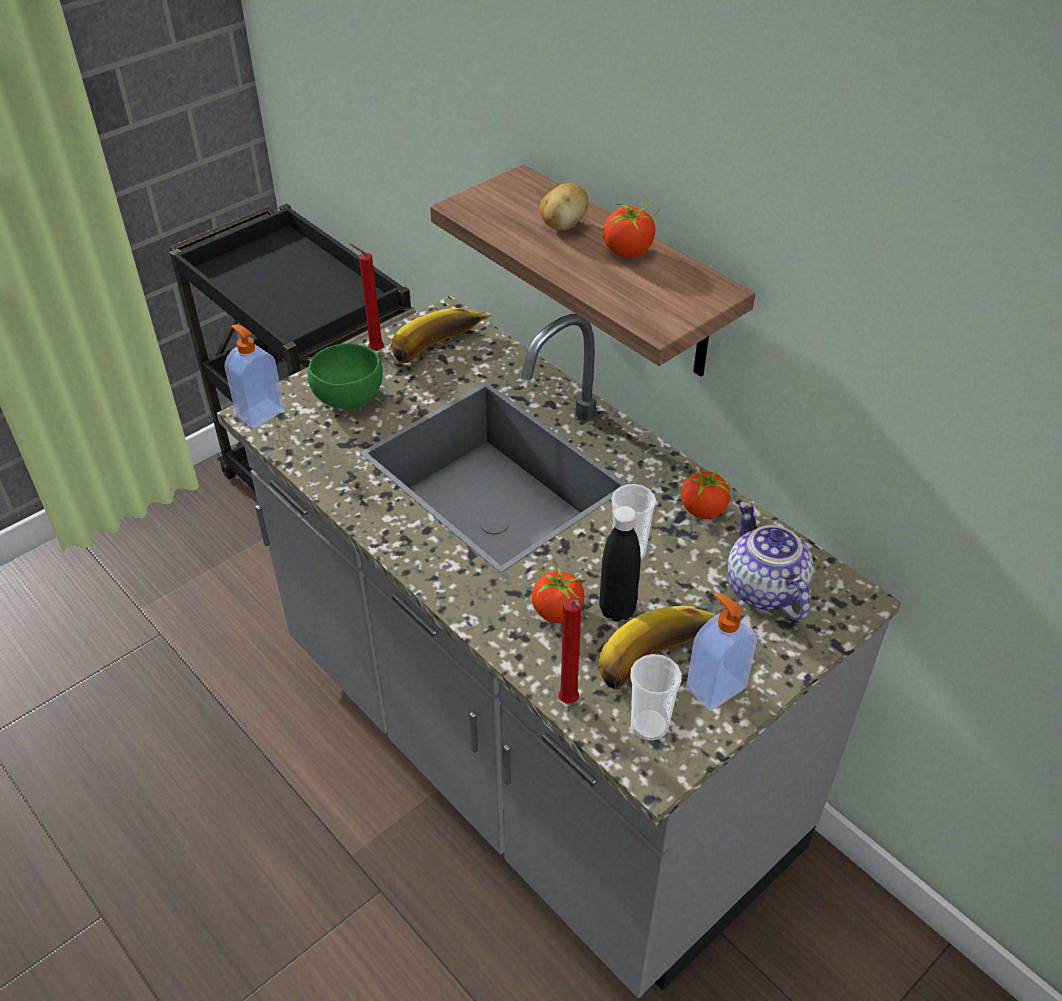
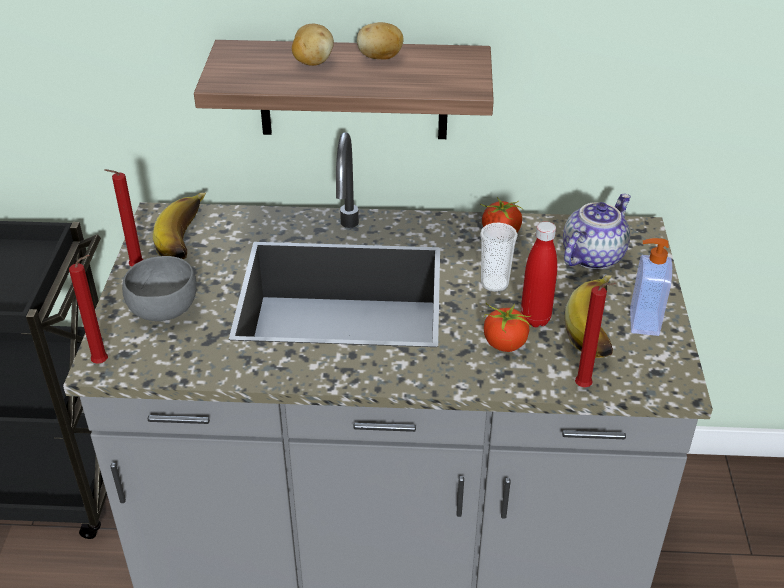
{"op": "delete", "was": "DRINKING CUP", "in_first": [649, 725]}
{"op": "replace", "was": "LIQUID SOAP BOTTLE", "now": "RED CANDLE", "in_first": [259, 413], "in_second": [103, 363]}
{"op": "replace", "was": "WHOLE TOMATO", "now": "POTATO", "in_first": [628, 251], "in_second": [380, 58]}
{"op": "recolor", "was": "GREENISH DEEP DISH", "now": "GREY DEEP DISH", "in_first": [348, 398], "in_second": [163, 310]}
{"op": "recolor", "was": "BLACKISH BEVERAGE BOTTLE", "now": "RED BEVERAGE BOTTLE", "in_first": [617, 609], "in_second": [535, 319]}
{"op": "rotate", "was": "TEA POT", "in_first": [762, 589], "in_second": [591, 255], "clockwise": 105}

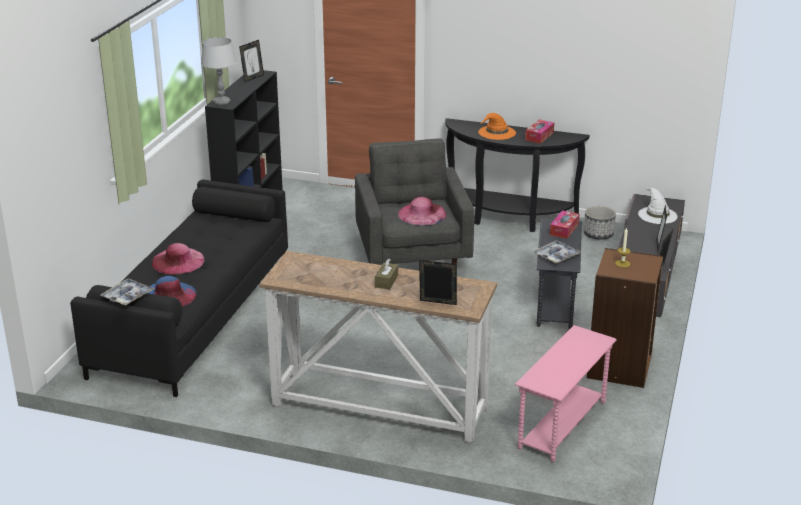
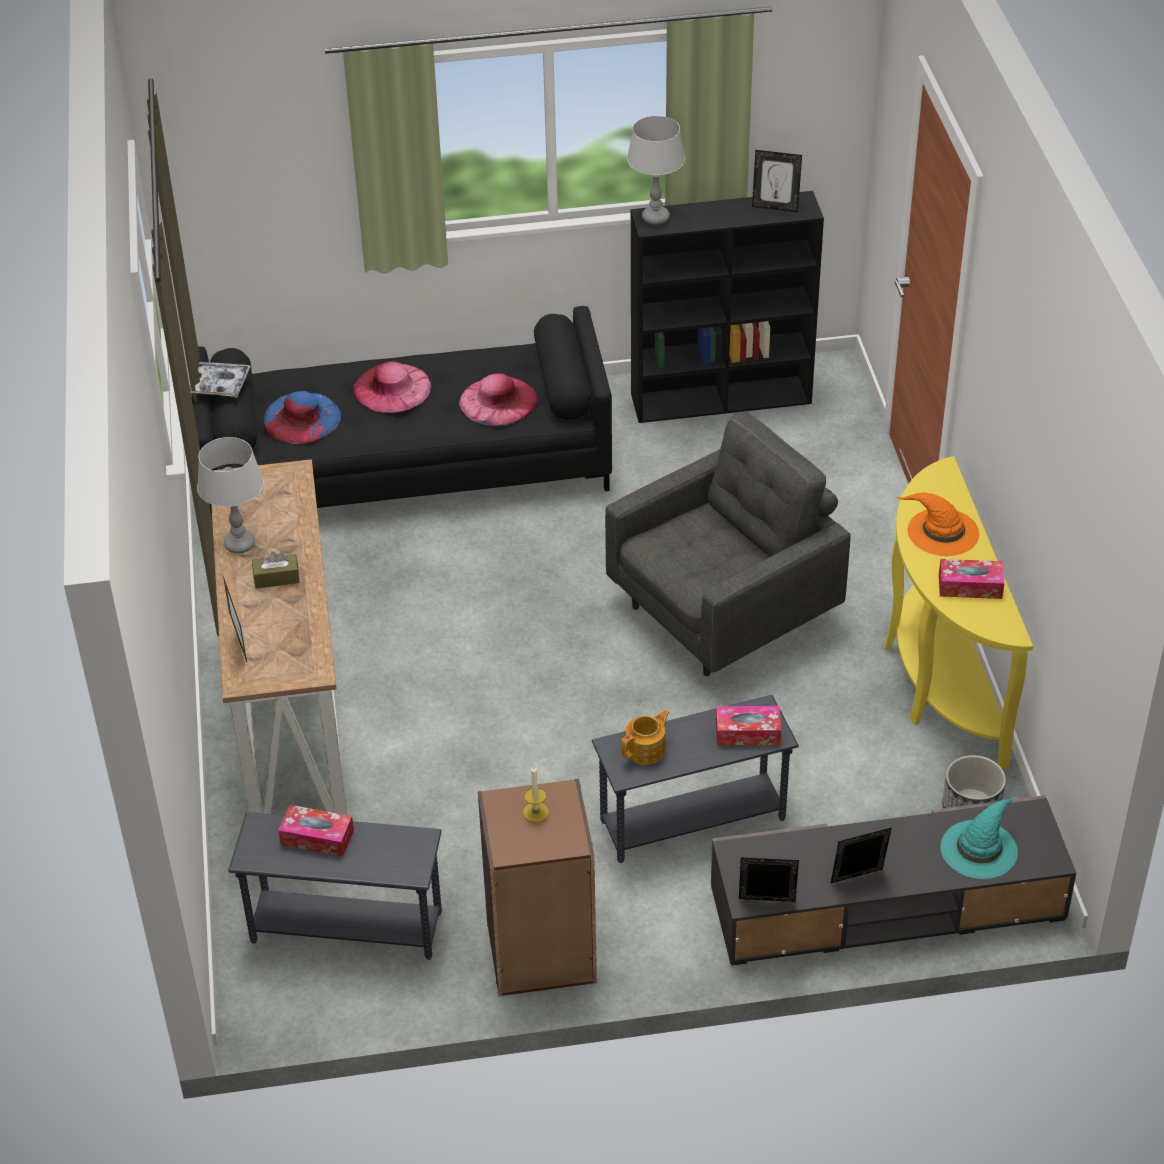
{"op": "insert", "now": "GREY TABLE LAMP", "in_second": [240, 544]}
{"op": "insert", "now": "TISSUE BOX", "in_second": [317, 837]}
{"op": "move", "was": "PINKISH HAT", "in_first": [422, 214], "in_second": [498, 401]}
{"op": "replace", "was": "CARRYING TRAY", "now": "TEA POT", "in_first": [556, 256], "in_second": [646, 750]}
{"op": "recolor", "was": "BLACKISH HALL TABLE", "now": "YELLOW-COLOURED HALL TABLE", "in_first": [508, 218], "in_second": [938, 678]}
{"op": "recolor", "was": "PINKISH ACCENT TABLE", "now": "GREY ACCENT TABLE", "in_first": [561, 425], "in_second": [346, 926]}
{"op": "recolor", "was": "WHITISH HAT", "now": "BLUE-GREEN HAT", "in_first": [657, 215], "in_second": [979, 848]}

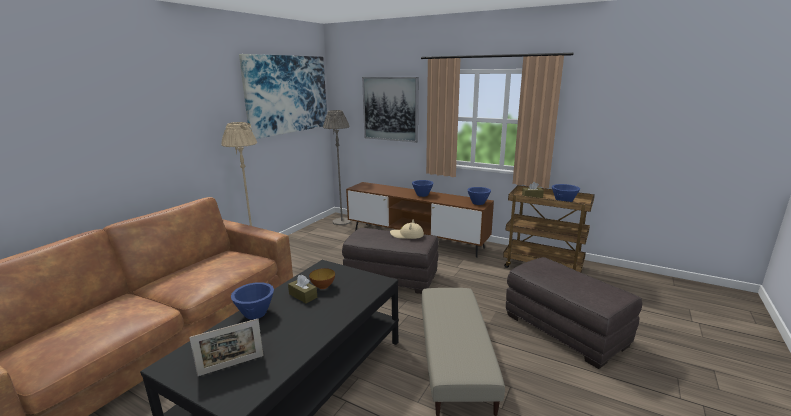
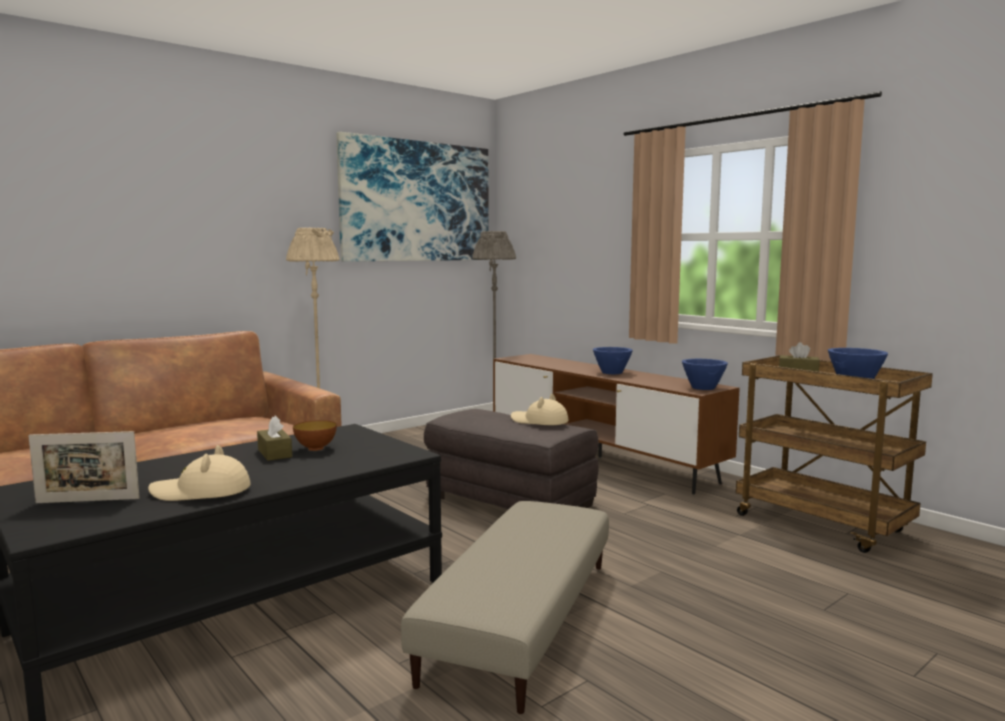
{"op": "delete", "was": "BLUE DEEP DISH", "in_first": [256, 313]}
{"op": "delete", "was": "WALL PICTURE", "in_first": [390, 109]}
{"op": "delete", "was": "GREY FOOTREST", "in_first": [565, 330]}
{"op": "insert", "now": "BEIGE-COLOURED HAT", "in_second": [201, 492]}

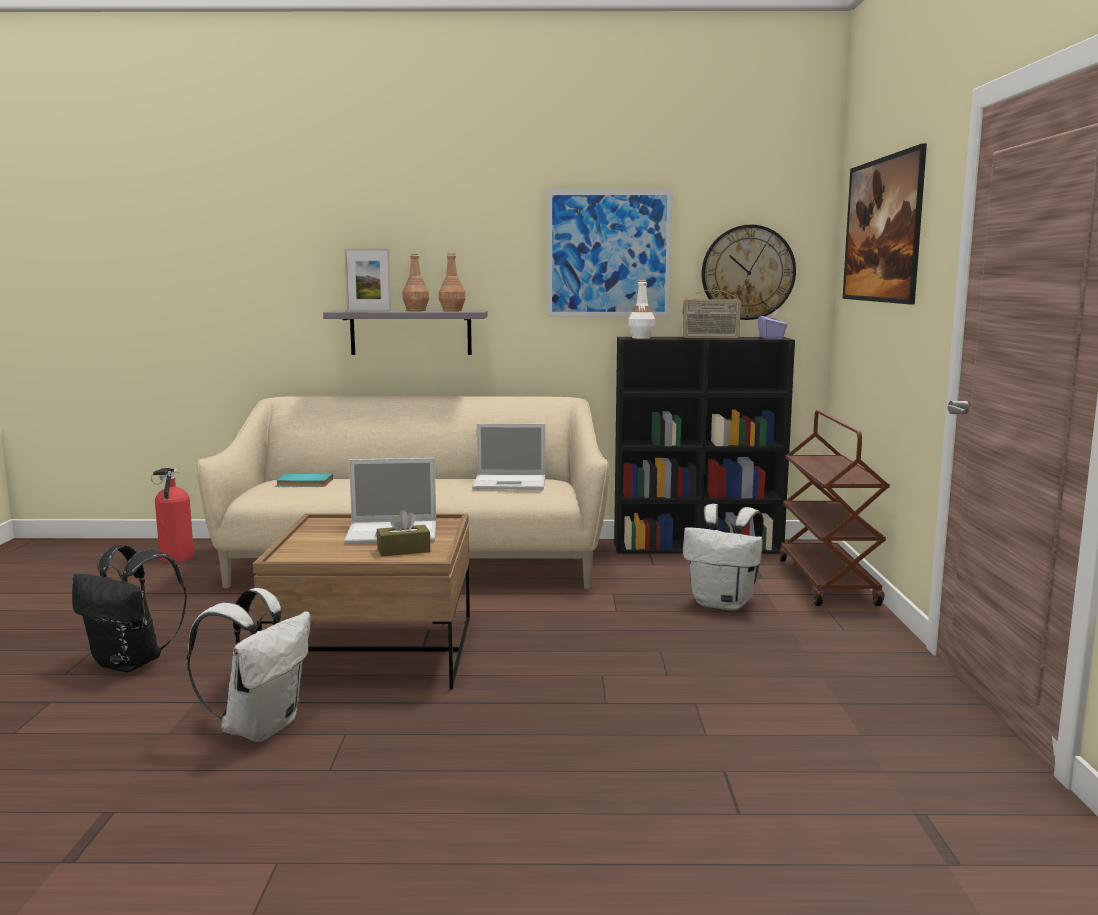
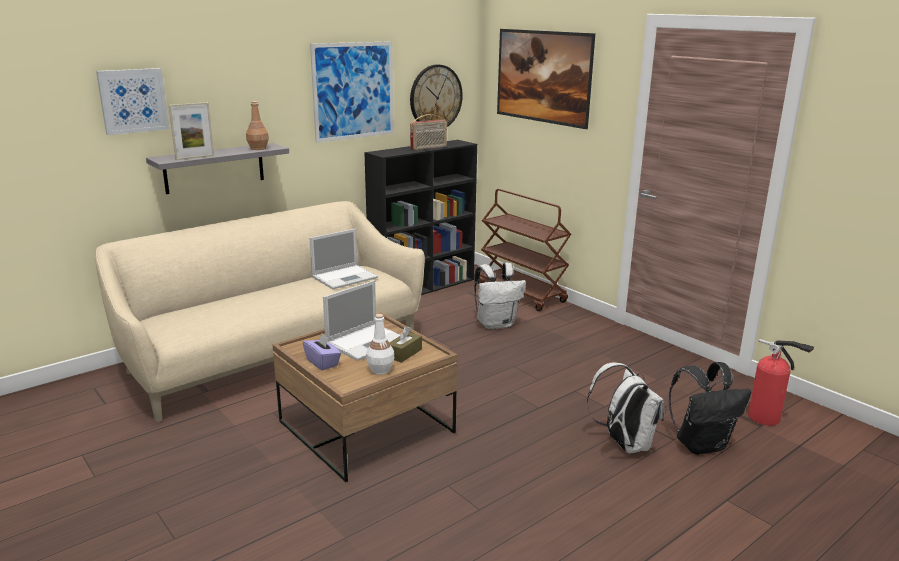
{"op": "delete", "was": "BLUE-GREEN VOLUME", "in_first": [304, 483]}
{"op": "delete", "was": "BROWNISH BEVERAGE BOTTLE", "in_first": [416, 310]}
{"op": "insert", "now": "WALL PICTURE", "in_second": [133, 101]}
{"op": "move", "was": "BLACKISH KNAPSACK", "in_first": [132, 663], "in_second": [701, 444]}
{"op": "move", "was": "FIRE EXTINGUISHER", "in_first": [175, 558], "in_second": [767, 419]}
{"op": "move", "was": "WHITISH KNAPSACK", "in_first": [260, 727], "in_second": [624, 444]}
{"op": "move", "was": "WHITISH BEVERAGE BOTTLE", "in_first": [641, 338], "in_second": [380, 370]}
{"op": "move", "was": "PURPLE TISSUE BOX", "in_first": [771, 338], "in_second": [322, 362]}

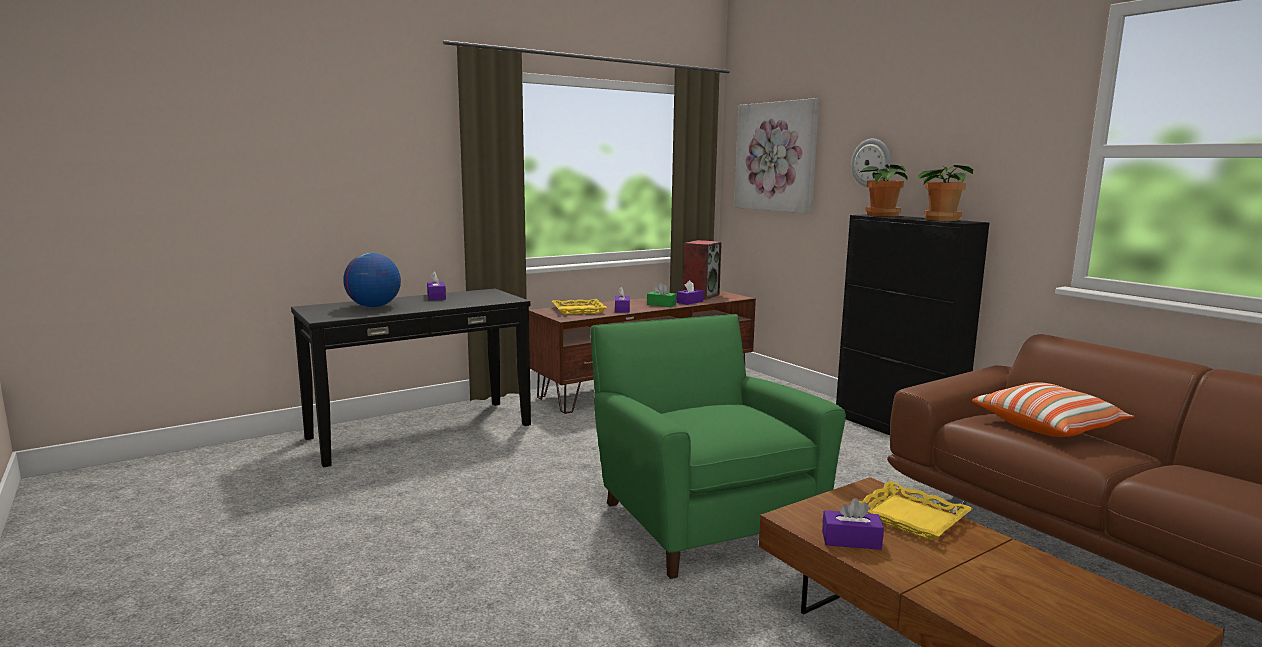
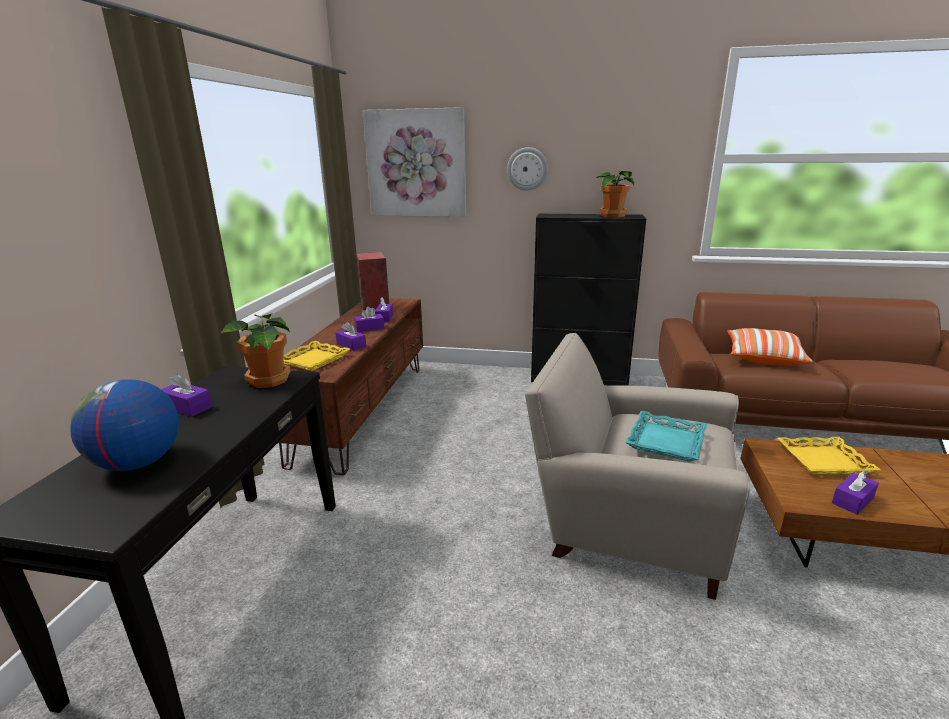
{"op": "insert", "now": "BLUE-GREEN CARRYING TRAY", "in_second": [665, 441]}
{"op": "move", "was": "HOUSEPLANT", "in_first": [881, 215], "in_second": [268, 381]}
{"op": "recolor", "was": "GREENISH ARMCHAIR", "now": "BEIGE-COLOURED ARMCHAIR", "in_first": [701, 517], "in_second": [626, 524]}
{"op": "recolor", "was": "GREENISH TISSUE BOX", "now": "PURPLE TISSUE BOX", "in_first": [661, 304], "in_second": [369, 328]}

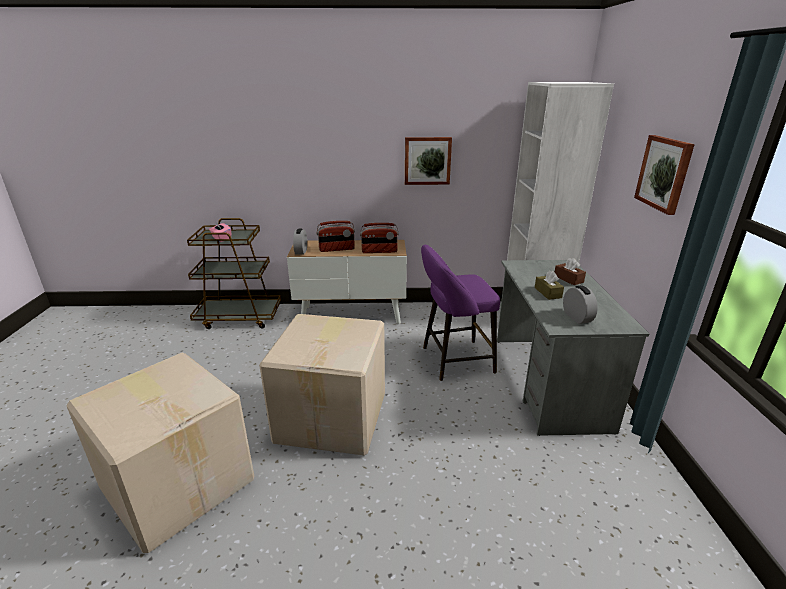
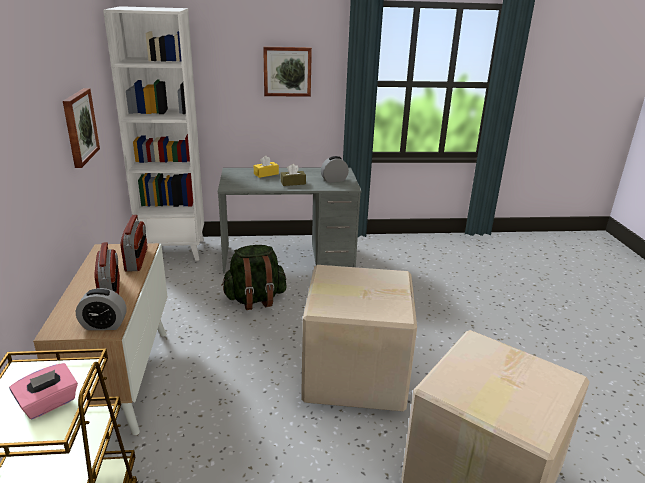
{"op": "replace", "was": "PURPLE SITTING STOOL", "now": "GREENISH KNAPSACK", "in_first": [453, 361], "in_second": [255, 299]}
{"op": "recolor", "was": "BROWNISH TISSUE BOX", "now": "YELLOW-COLOURED TISSUE BOX", "in_first": [568, 279], "in_second": [266, 174]}

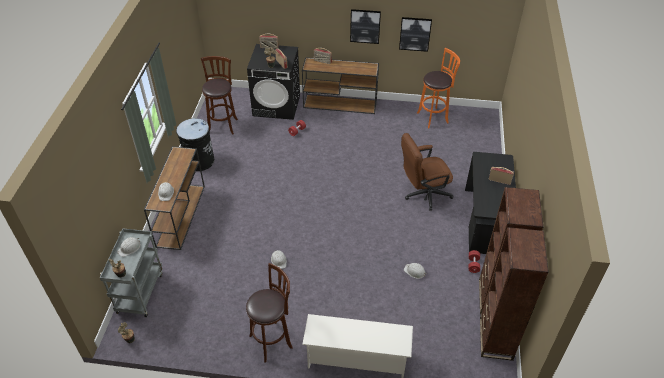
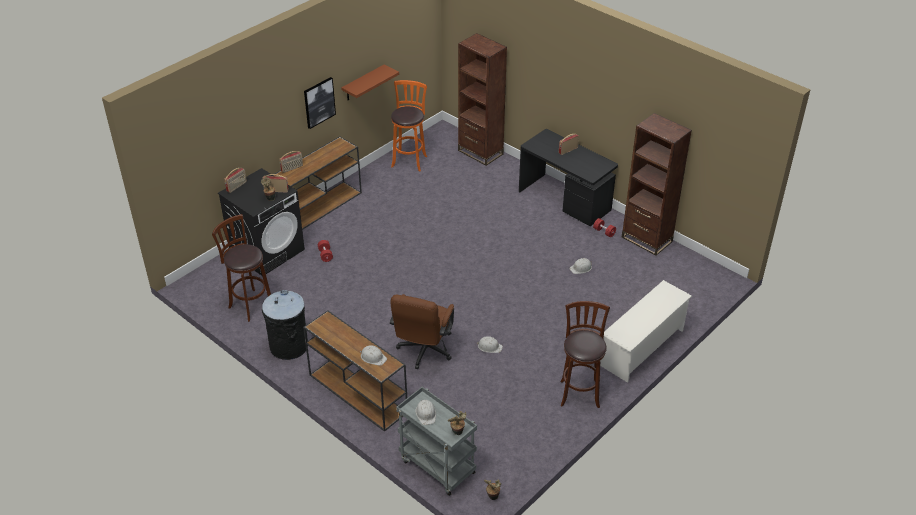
{"op": "move", "was": "BROWNISH COMPUTER CHAIR", "in_first": [423, 194], "in_second": [423, 352]}
{"op": "move", "was": "BROWNISH BOOKSHELF", "in_first": [495, 338], "in_second": [480, 152]}
{"op": "replace", "was": "WALL PICTURE", "now": "BROWNISH BRACKET SHELF", "in_first": [415, 34], "in_second": [363, 83]}

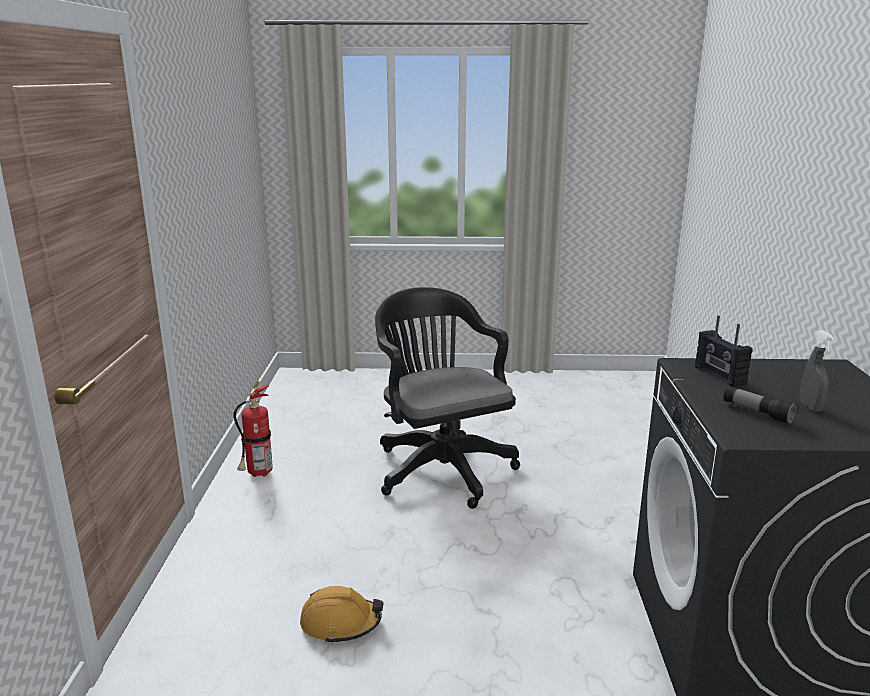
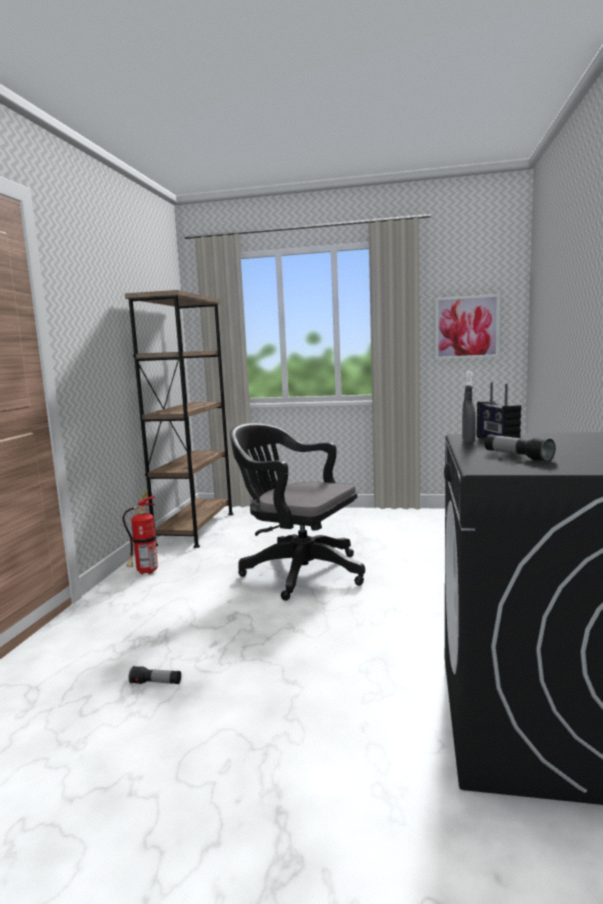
{"op": "insert", "now": "BROWNISH BOOKSHELF", "in_second": [195, 528]}
{"op": "insert", "now": "WALL PICTURE", "in_second": [466, 327]}
{"op": "move", "was": "GREY HAND SPRAYER", "in_first": [810, 407], "in_second": [468, 441]}
{"op": "replace", "was": "ORANGE-COLOURED WORK HELMET", "now": "TORCH", "in_first": [340, 623], "in_second": [156, 683]}
{"op": "rotate", "was": "BLACKISH COMPUTER CHAIR", "in_first": [441, 467], "in_second": [298, 571], "clockwise": -45}

